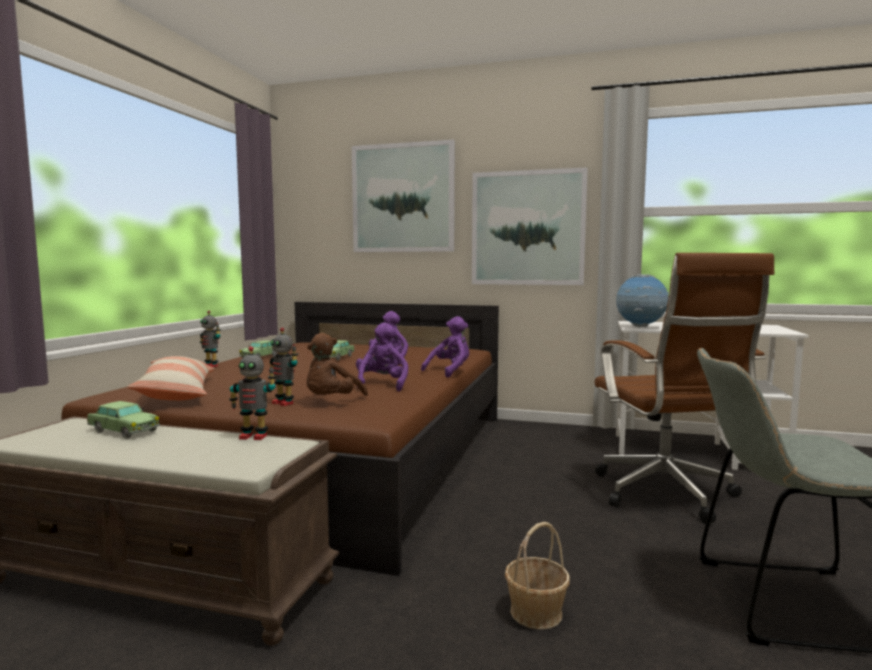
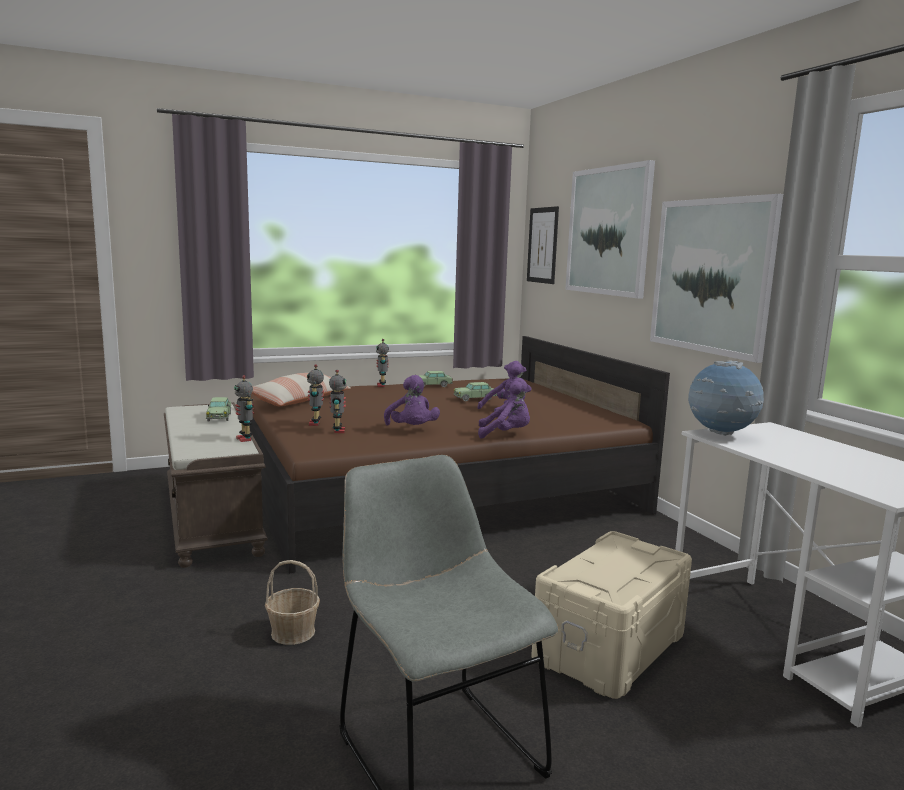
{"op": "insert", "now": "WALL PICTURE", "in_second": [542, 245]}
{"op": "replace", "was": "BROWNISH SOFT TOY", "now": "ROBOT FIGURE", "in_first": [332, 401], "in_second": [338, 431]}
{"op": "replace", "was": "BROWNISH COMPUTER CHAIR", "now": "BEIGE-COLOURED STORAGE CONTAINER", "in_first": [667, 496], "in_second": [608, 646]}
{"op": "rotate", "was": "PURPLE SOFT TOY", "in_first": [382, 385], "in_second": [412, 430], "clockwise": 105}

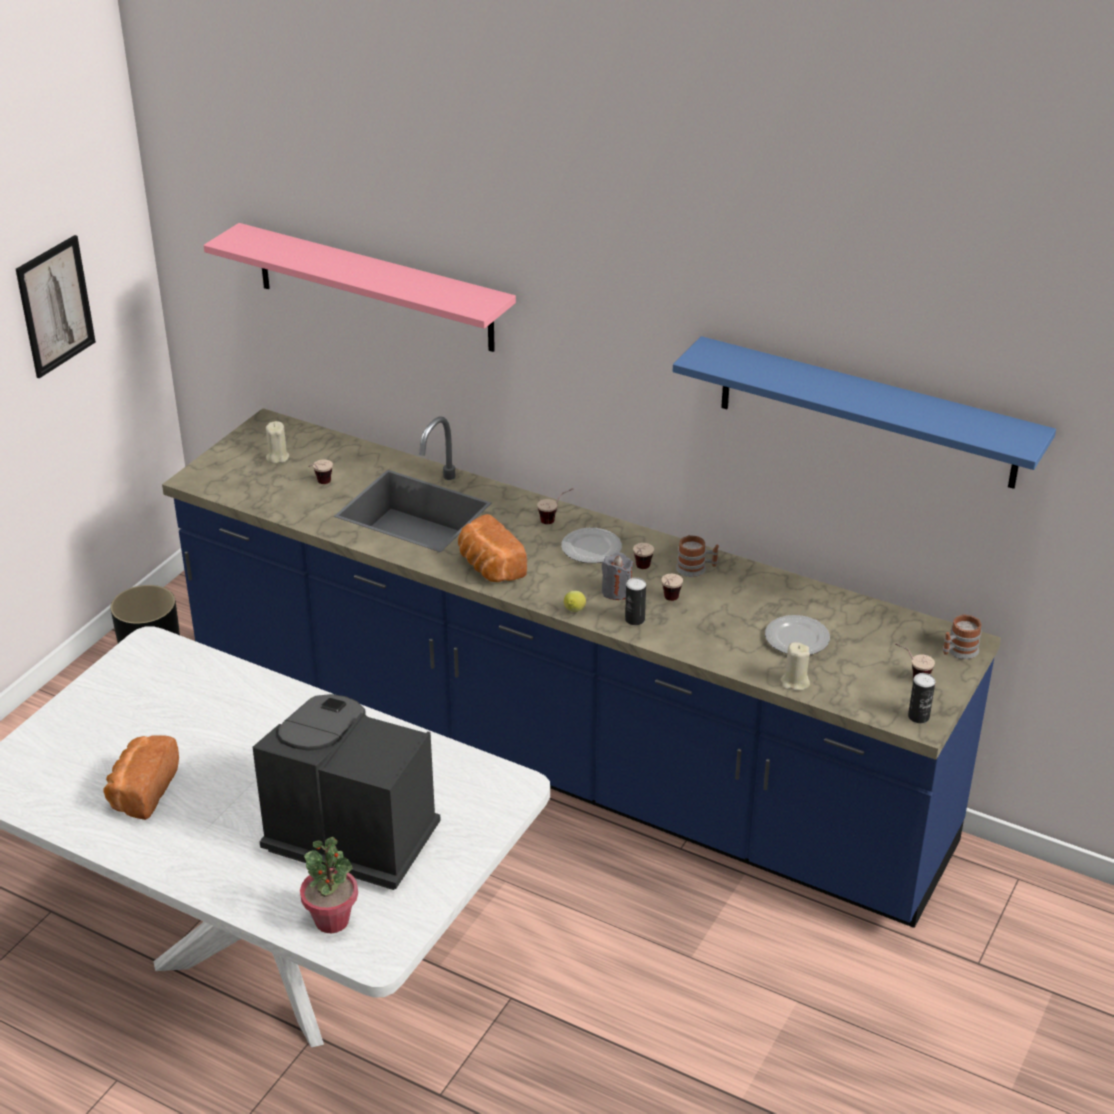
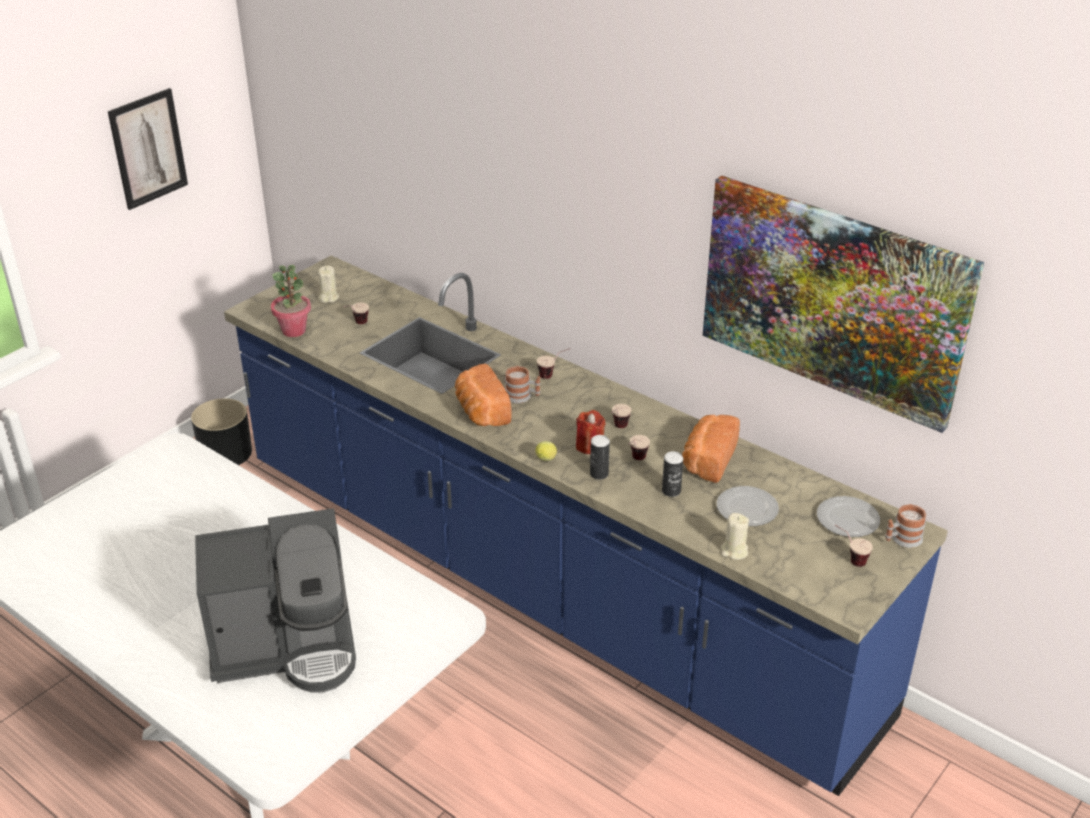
{"op": "delete", "was": "PINKISH BRACKET SHELF", "in_first": [374, 288]}
{"op": "move", "was": "BREAD", "in_first": [141, 791], "in_second": [707, 460]}
{"op": "move", "was": "HOUSEPLANT", "in_first": [332, 920], "in_second": [294, 330]}
{"op": "move", "was": "FLAT DISH", "in_first": [591, 548], "in_second": [847, 519]}
{"op": "move", "was": "COFFEE MUG", "in_first": [696, 569], "in_second": [522, 396]}
{"op": "move", "was": "CAN", "in_first": [918, 717], "in_second": [671, 491]}
{"op": "replace", "was": "BLUE BRACKET SHELF", "now": "WALL PICTURE", "in_first": [867, 413], "in_second": [833, 300]}
{"op": "recolor", "was": "GREY CANDLE", "now": "RED CANDLE", "in_first": [616, 591], "in_second": [589, 446]}
{"op": "rotate", "was": "COFFEE MAKER", "in_first": [350, 835], "in_second": [287, 646], "clockwise": 135}

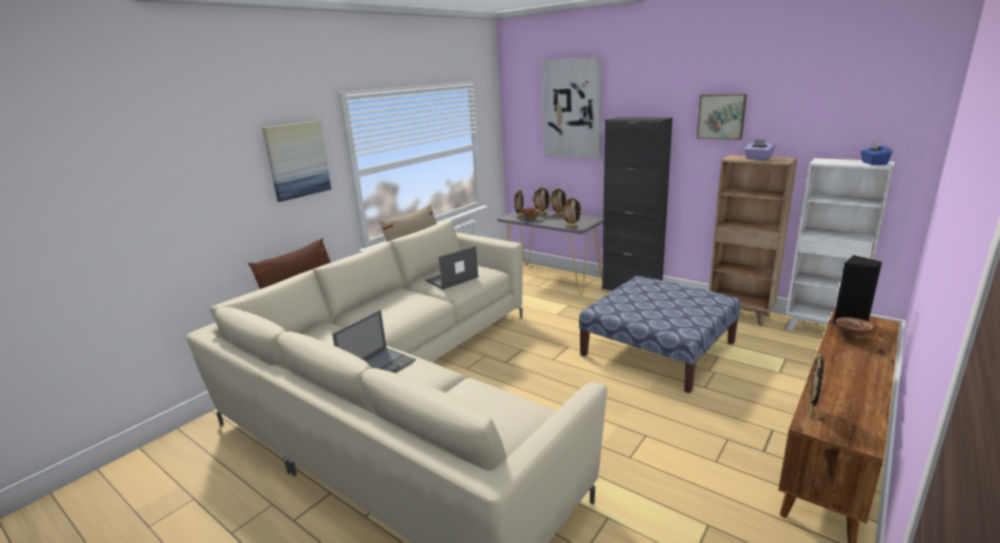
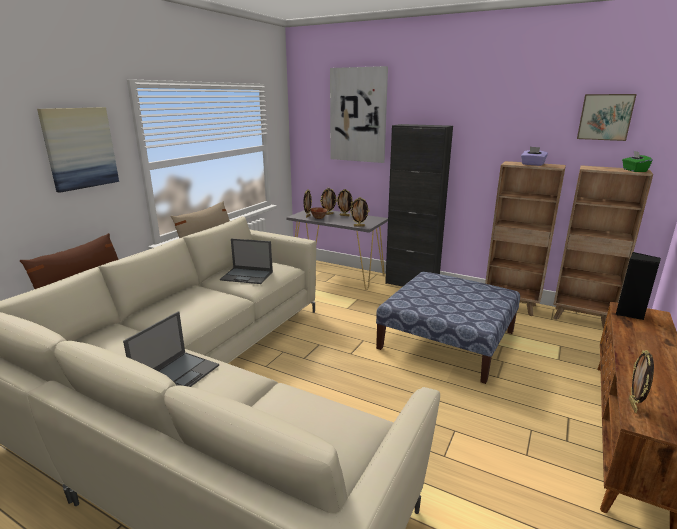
{"op": "delete", "was": "DEEP DISH", "in_first": [851, 338]}
{"op": "move", "was": "WALL PICTURE", "in_first": [721, 116], "in_second": [605, 117]}
{"op": "recolor", "was": "WHITISH BOOKSHELF", "now": "BROWNISH BOOKSHELF", "in_first": [820, 330], "in_second": [581, 319]}
{"op": "recolor", "was": "BLUE TISSUE BOX", "now": "GREENISH TISSUE BOX", "in_first": [873, 163], "in_second": [634, 170]}
{"op": "rotate", "was": "NOTEBOOK COMPUTER", "in_first": [451, 279], "in_second": [247, 276], "clockwise": -120}

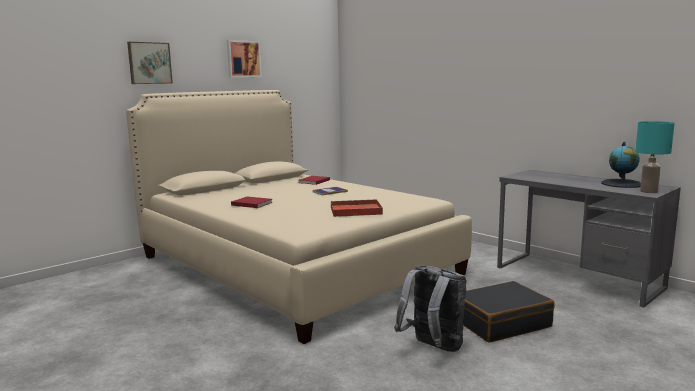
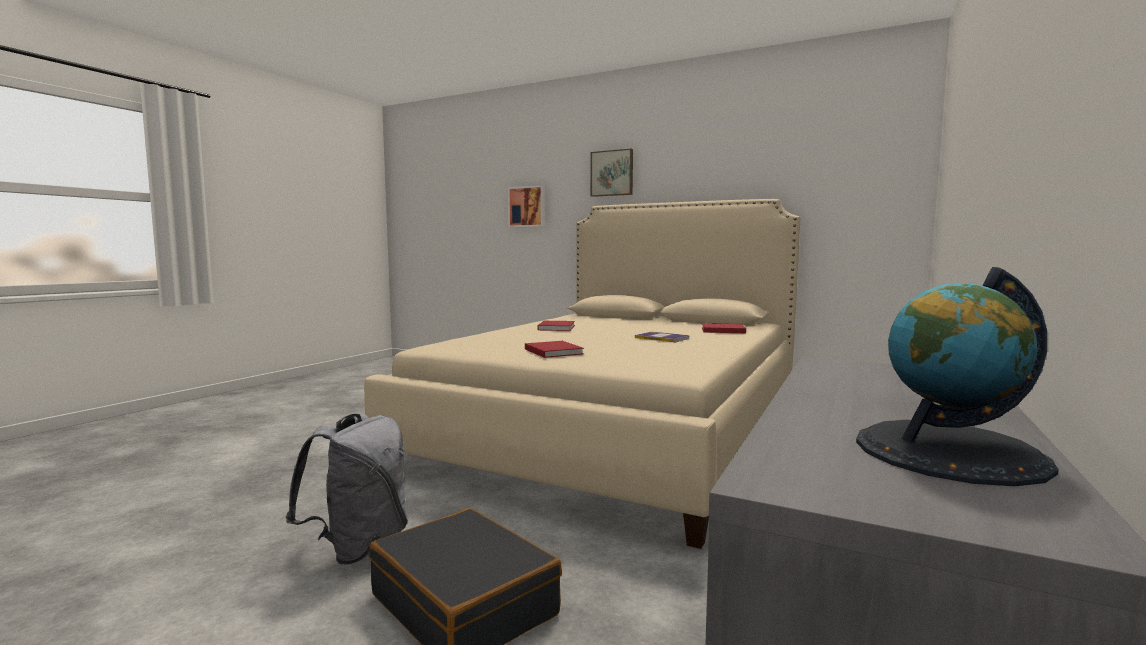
{"op": "delete", "was": "BLUE-GREEN TABLE LAMP", "in_first": [648, 191]}
{"op": "move", "was": "WALL PICTURE", "in_first": [243, 59], "in_second": [527, 206]}
{"op": "replace", "was": "RED CARRYING TRAY", "now": "RED VOLUME", "in_first": [354, 211], "in_second": [552, 351]}

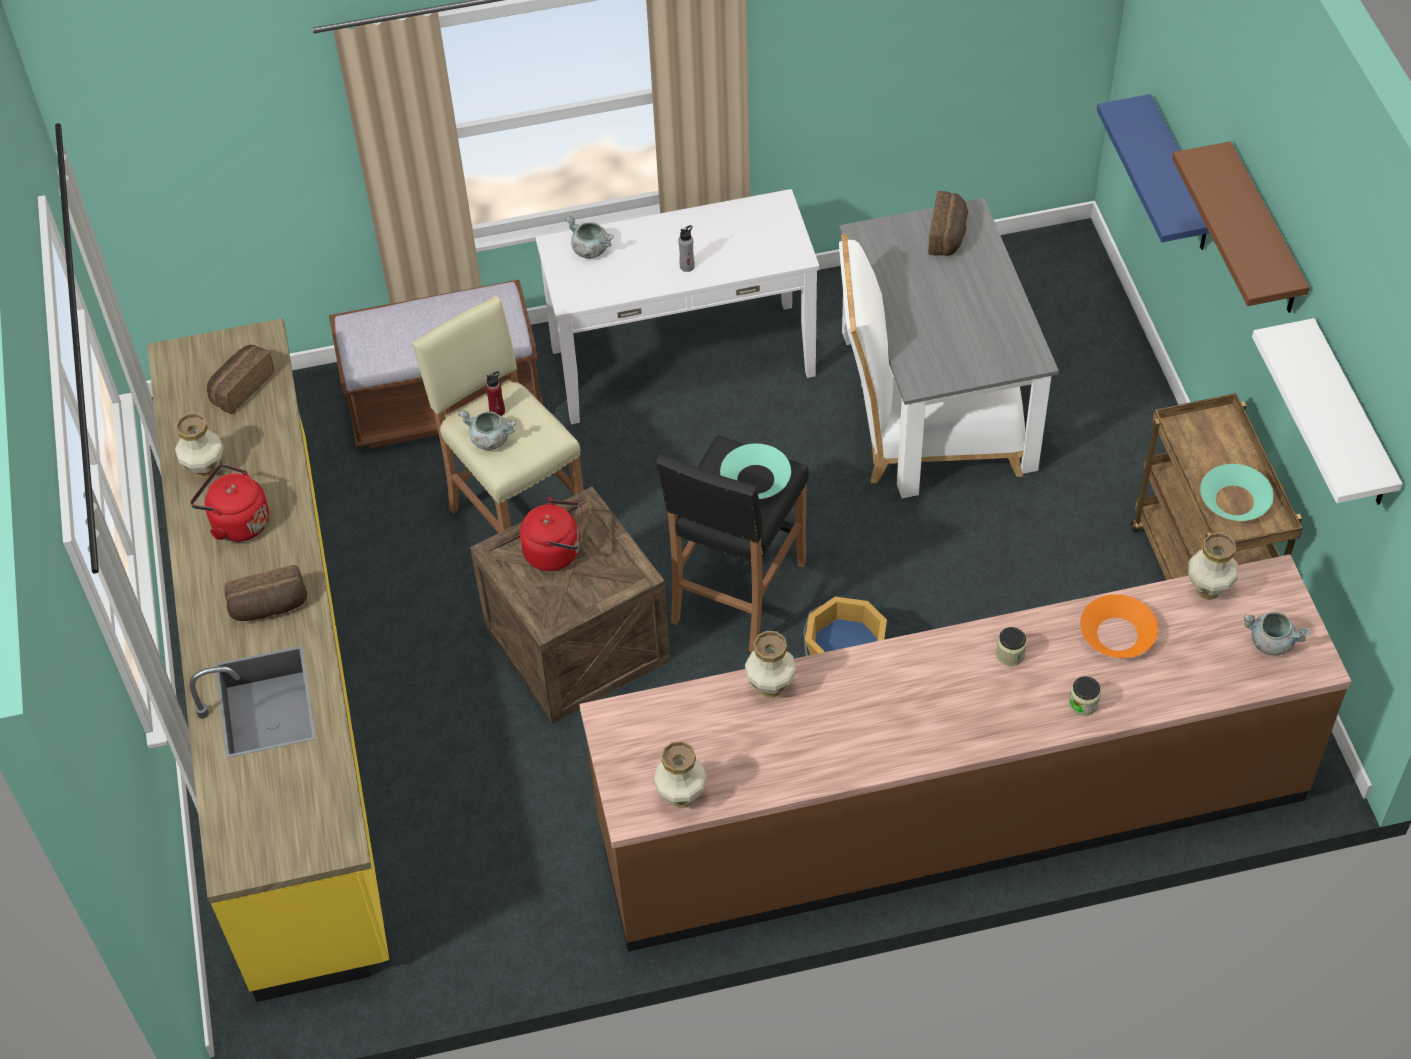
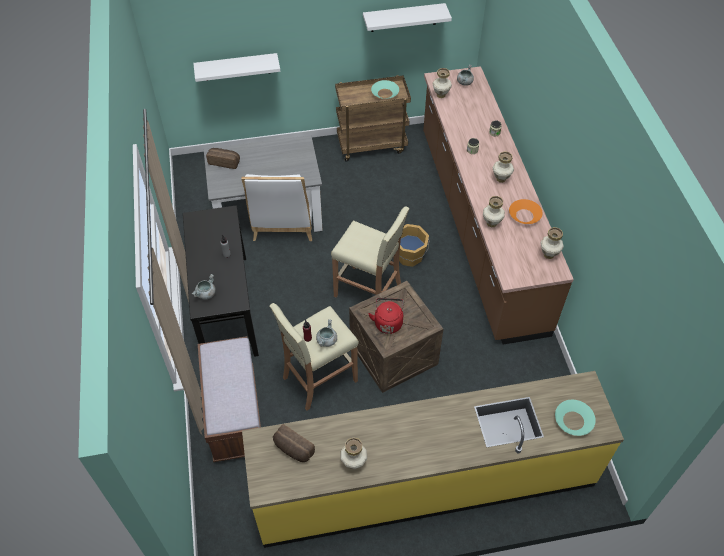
{"op": "delete", "was": "RED WATER KETTLE", "in_first": [237, 522]}
{"op": "delete", "was": "BREAD", "in_first": [269, 607]}
{"op": "delete", "was": "BROWNISH BRACKET SHELF", "in_first": [1264, 233]}
{"op": "insert", "now": "DECORATIVE VASE", "in_second": [501, 178]}
{"op": "move", "was": "BLUE-GREEN DEEP DISH", "in_first": [756, 479], "in_second": [573, 420]}
{"op": "move", "was": "ORANGE-COLOURED DEEP DISH", "in_first": [1117, 634], "in_second": [524, 215]}
{"op": "recolor", "was": "WHITISH HALL TABLE", "now": "BLACKISH HALL TABLE", "in_first": [682, 361], "in_second": [225, 308]}
{"op": "recolor", "was": "BLACKISH SITTING STOOL", "now": "BEIGE-COLOURED SITTING STOOL", "in_first": [736, 593], "in_second": [368, 291]}
{"op": "recolor", "was": "BLUE BRACKET SHELF", "now": "WHITISH BRACKET SHELF", "in_first": [1180, 177], "in_second": [236, 67]}

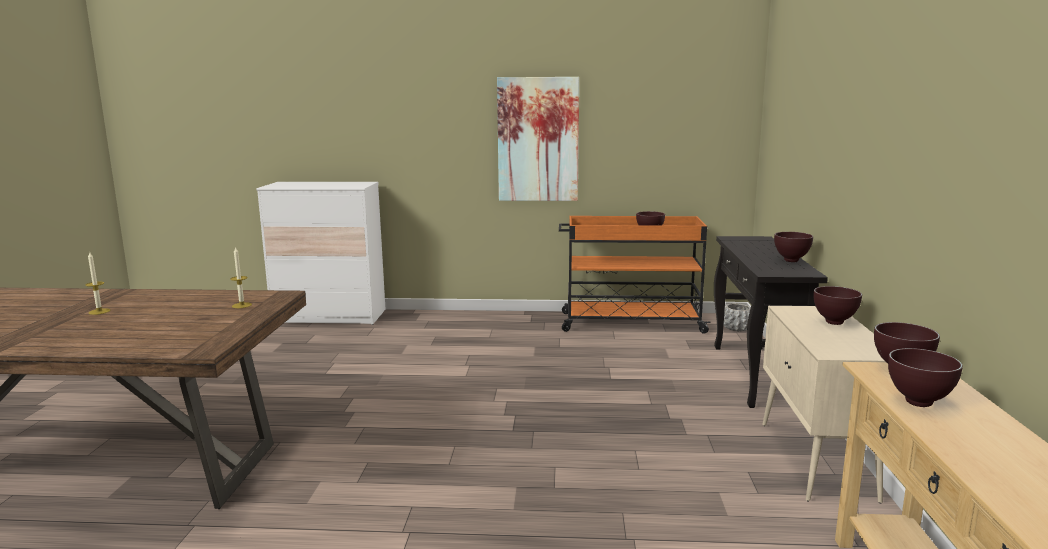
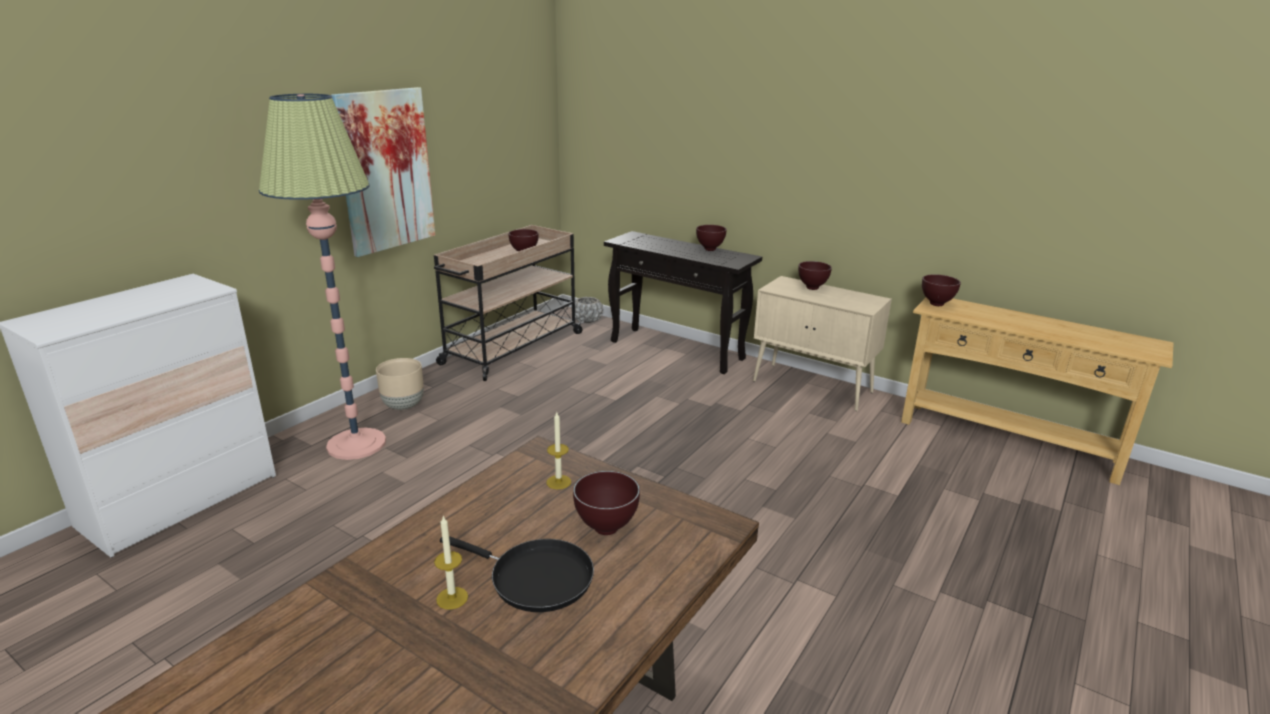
{"op": "insert", "now": "STANDARD LAMP", "in_second": [356, 444]}
{"op": "insert", "now": "BEIGE-COLOURED PLANTER", "in_second": [403, 406]}
{"op": "insert", "now": "BLACKISH PAN", "in_second": [535, 578]}
{"op": "move", "was": "BROWNISH DEEP DISH", "in_first": [917, 403], "in_second": [605, 529]}
{"op": "recolor", "was": "ORANGE-COLOURED CART", "now": "BEIGE-COLOURED CART", "in_first": [629, 323], "in_second": [511, 349]}

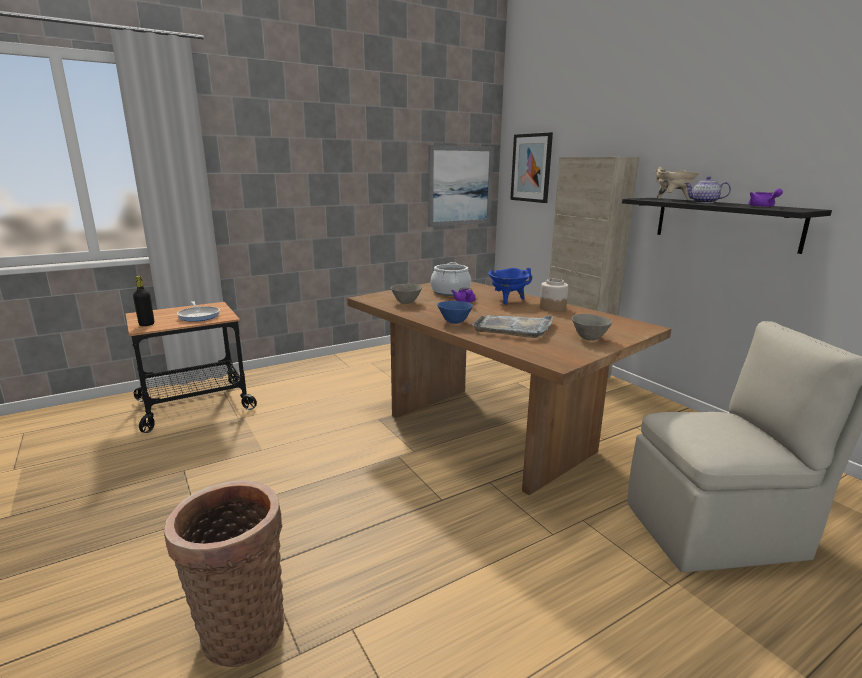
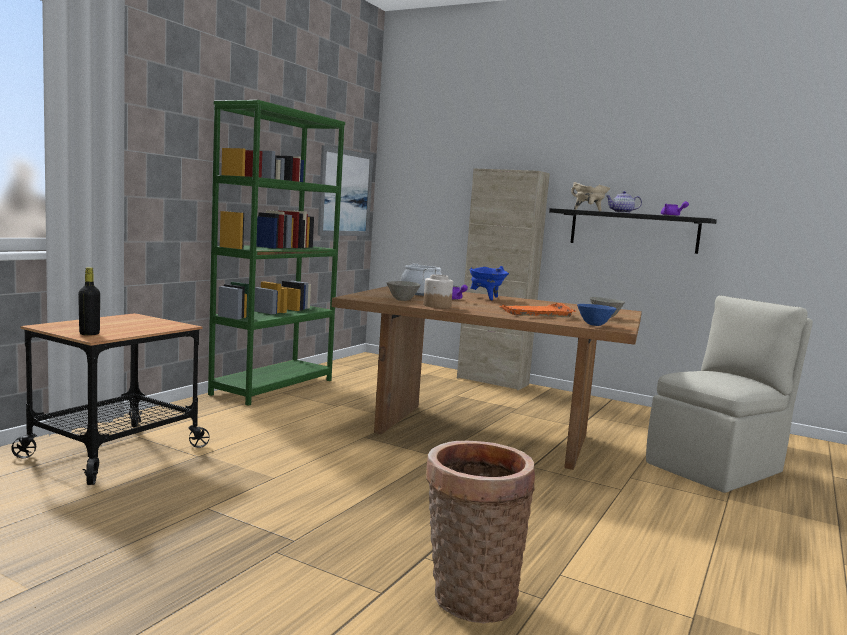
{"op": "delete", "was": "PAN", "in_first": [199, 316]}
{"op": "delete", "was": "WALL PICTURE", "in_first": [531, 168]}
{"op": "insert", "now": "GREENISH BOOKSHELF", "in_second": [273, 387]}
{"op": "move", "was": "BLUE DEEP DISH", "in_first": [454, 322], "in_second": [594, 325]}
{"op": "move", "was": "PRESERVE JAR", "in_first": [552, 308], "in_second": [436, 306]}
{"op": "recolor", "was": "GREY CARRYING TRAY", "now": "ORANGE-COLOURED CARRYING TRAY", "in_first": [513, 327], "in_second": [537, 313]}

